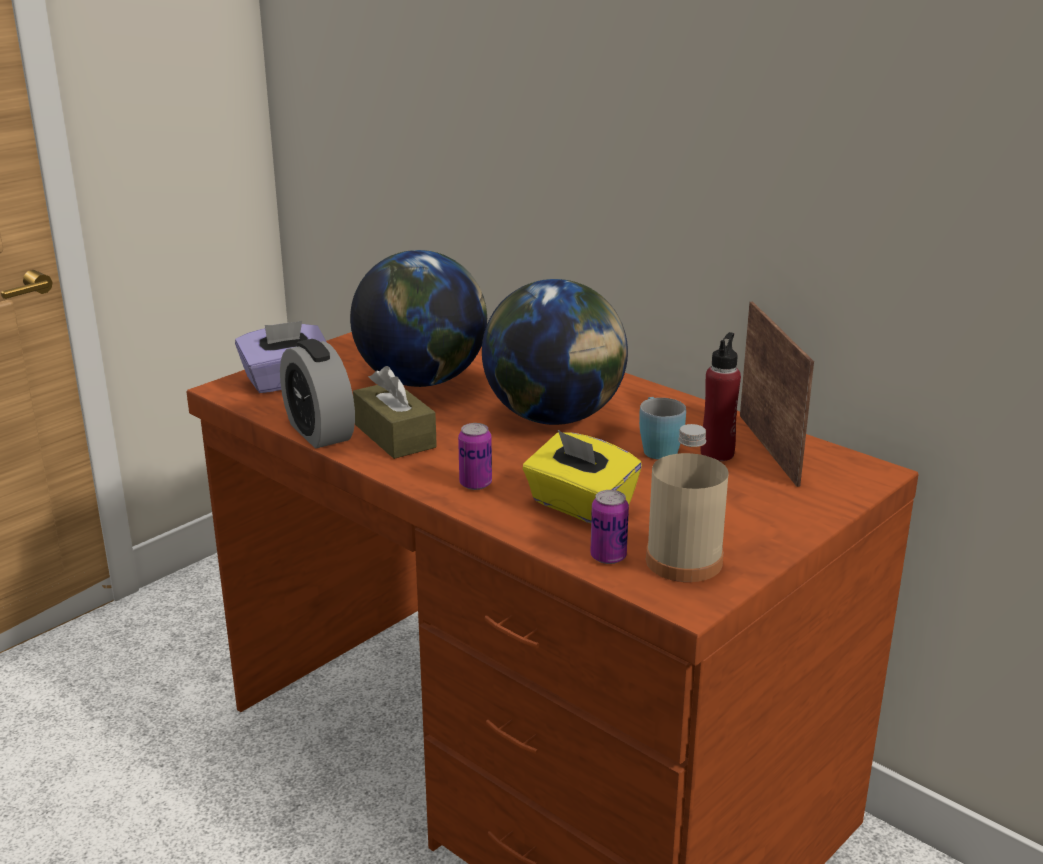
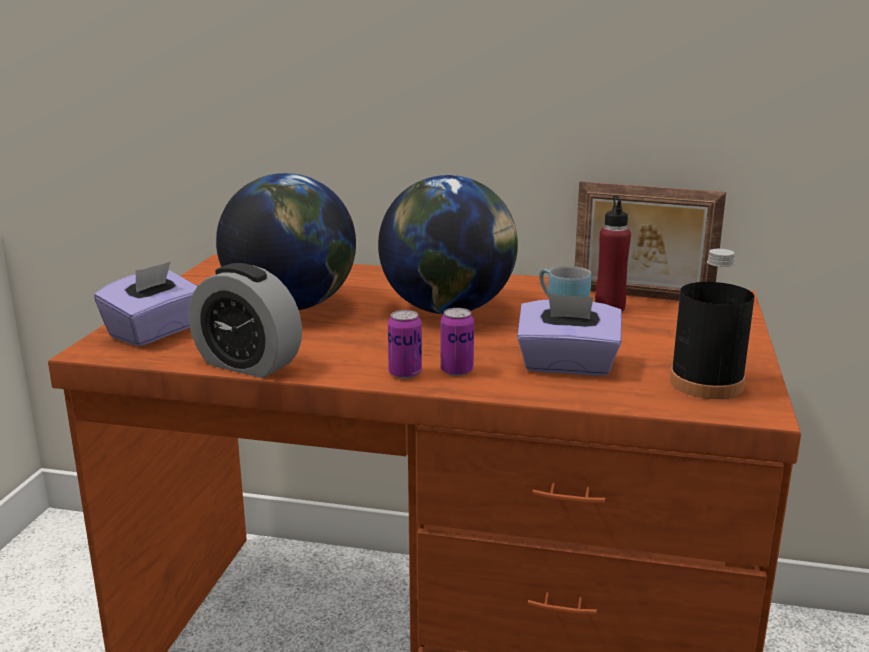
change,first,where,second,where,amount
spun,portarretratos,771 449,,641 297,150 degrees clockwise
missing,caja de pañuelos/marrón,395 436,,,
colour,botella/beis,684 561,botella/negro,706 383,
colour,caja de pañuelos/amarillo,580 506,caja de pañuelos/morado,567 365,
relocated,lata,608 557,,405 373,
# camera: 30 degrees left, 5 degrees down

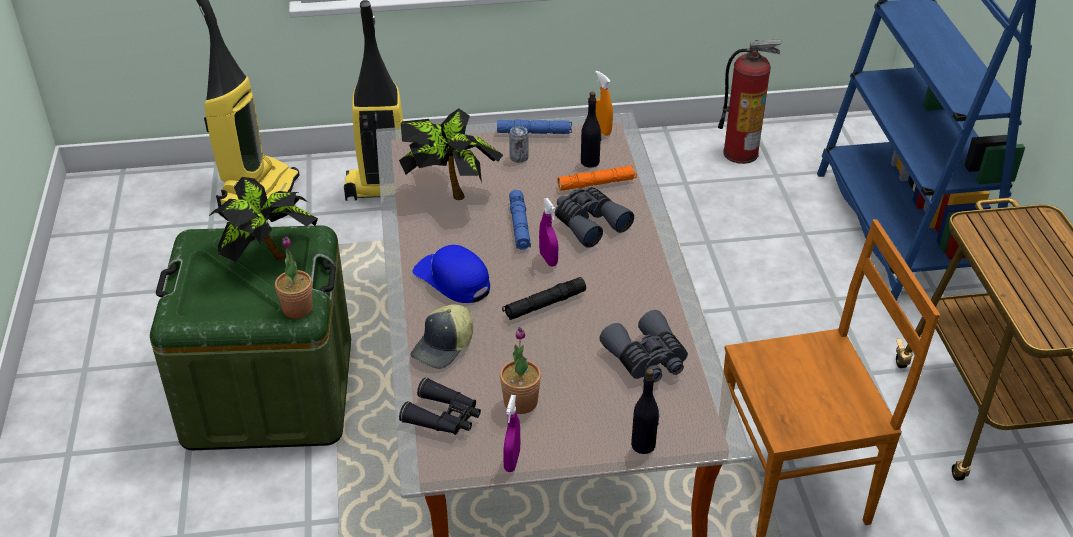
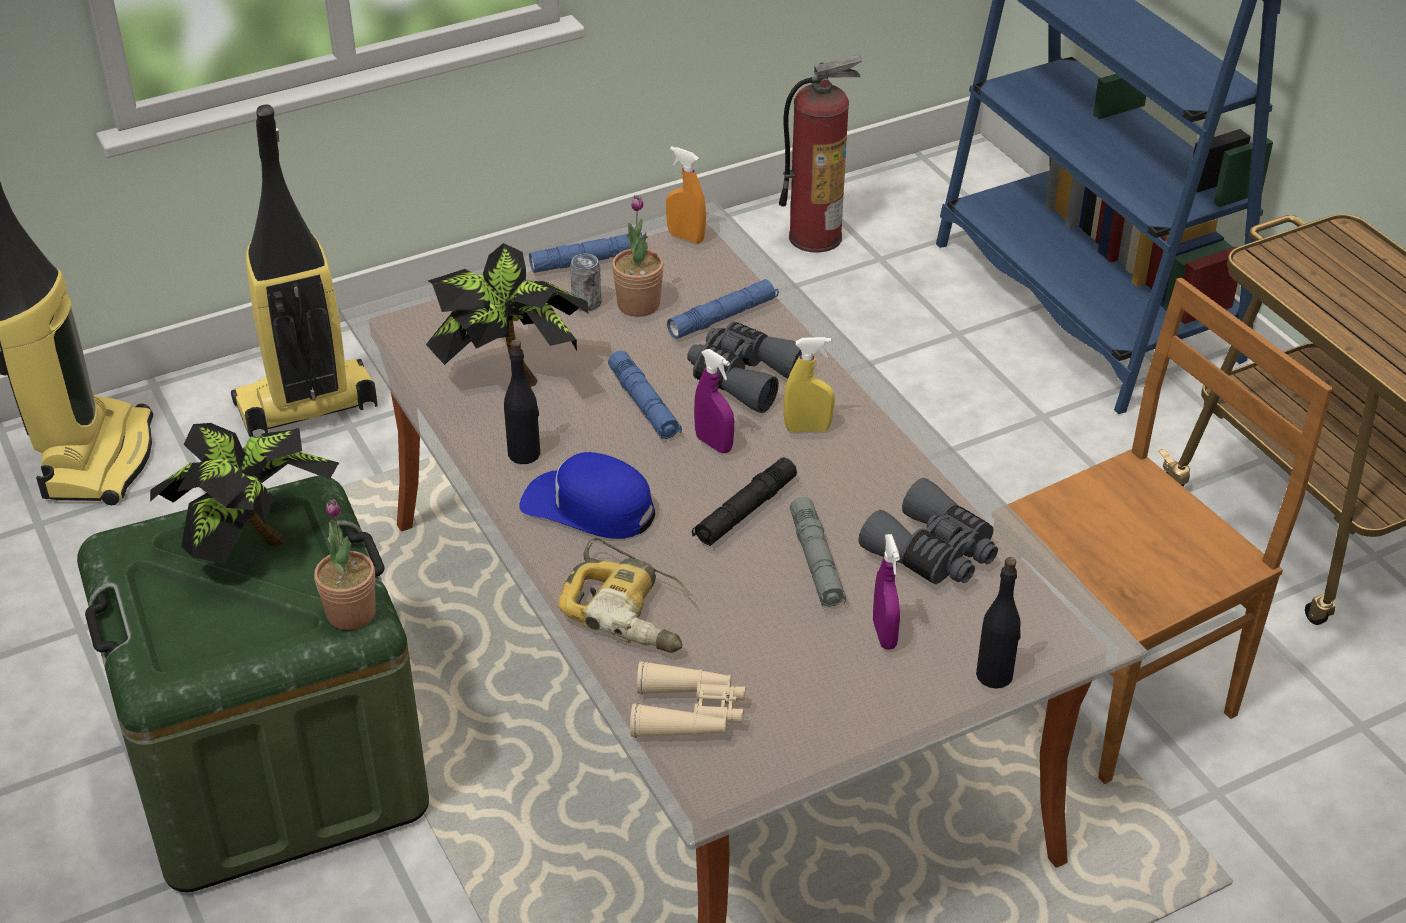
change,first,where,second,where,amount
relocated,botella/negro,590 162,,524 453,
colour,linterna/naranja,596 184,linterna/azul,723 317,
exchanged,gorra,444 346,taladro,631 610,
relocated,planta en maceta,520 402,,638 304,
colour,prismáticos/negro,444 417,prismáticos/beis,689 713,
relocated,pulverizador/morado,512 461,,884 634,
appeared,,,pulverizador/amarillo,807 429,
appeared,,,linterna/gris,816 562,
# camera: 20 degrees left, 0 degrees up

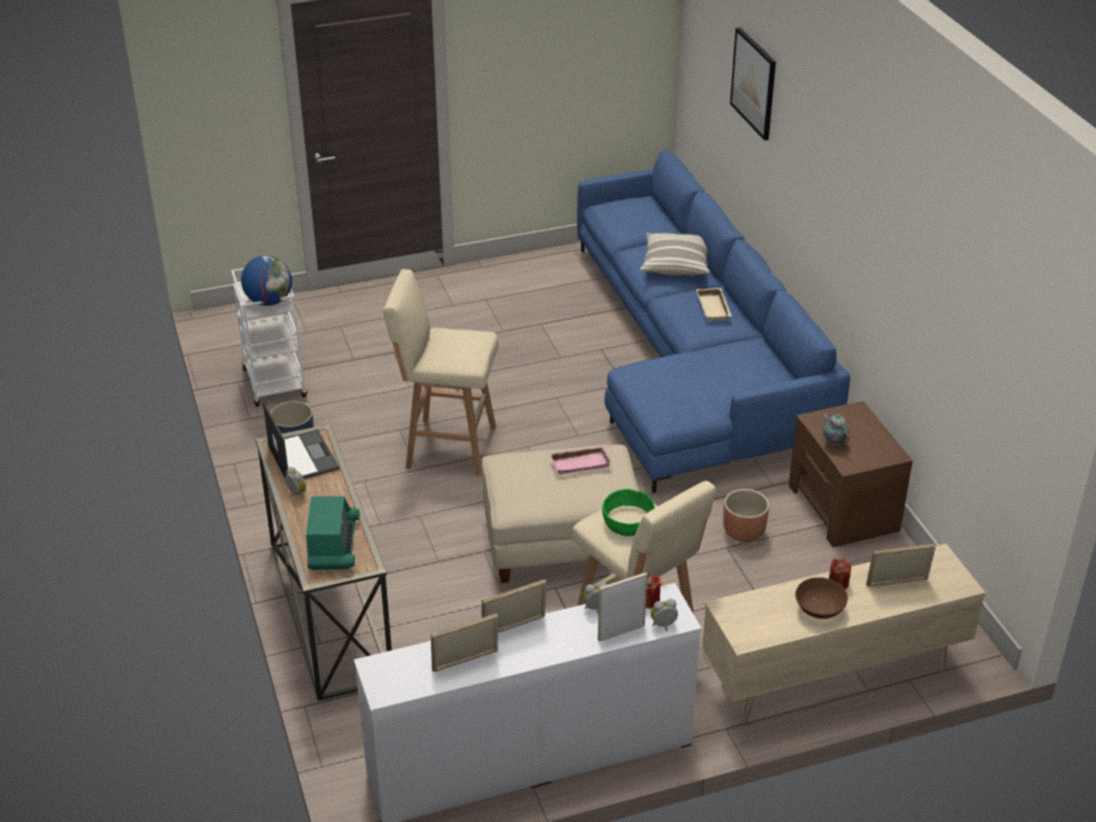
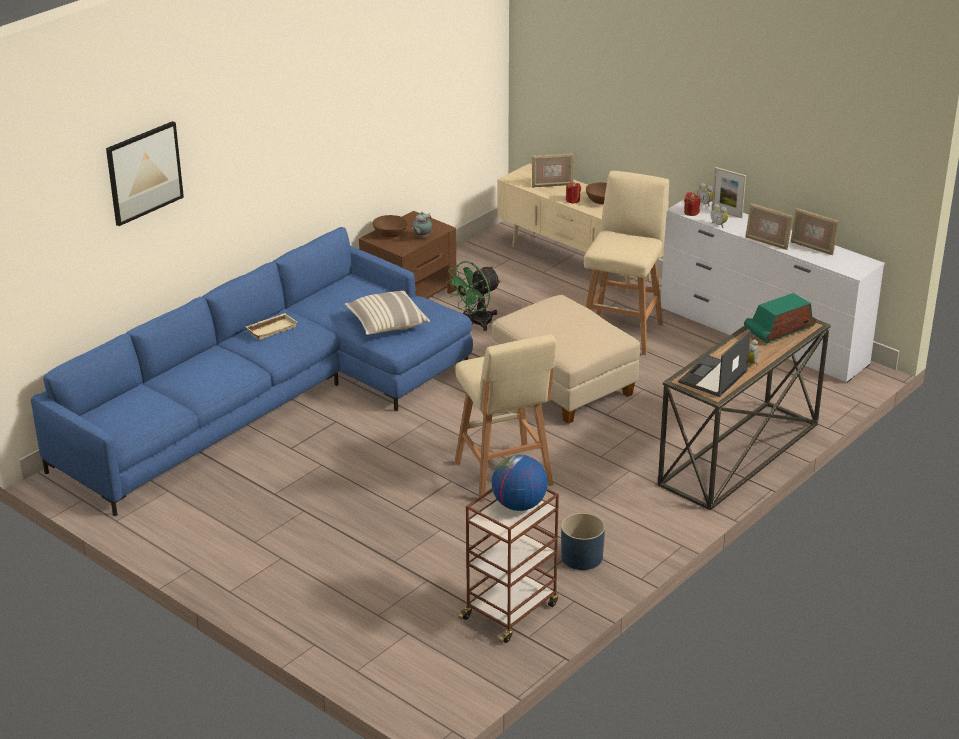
change,first,where,second,where,amount
relocated,cojín,675 264,,386 324,
colour,carrito/blanco,275 384,carrito/marrón,510 610,
missing,bandeja/rosa,580 462,,,
missing,cuenco/verde,628 521,,,
exchanged,maceta/marrón,743 533,ventilador/verde,476 322,
spun,portarretratos,897 584,,552 185,60 degrees counterclockwise
appeared,,,cuenco/marrón,390 234,
# camera: 120 degrees left, 5 degrees down

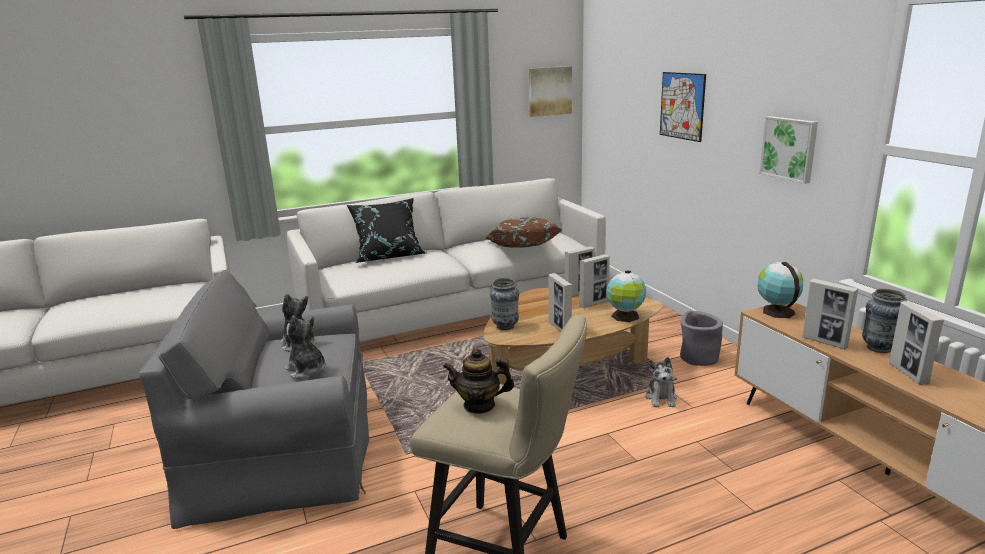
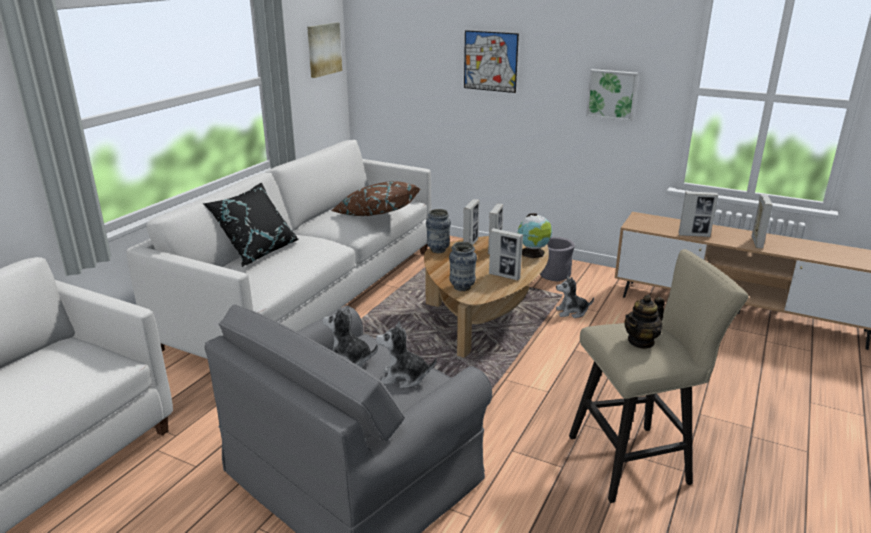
change,first,where,second,where,amount
missing,globo terráqueo,776 311,,,
relocated,florero,879 348,,438 250,
spun,portarretratos,908 373,,756 242,120 degrees counterclockwise
spun,peluche,661 398,,572 312,120 degrees clockwise
# camera: 40 degrees left, 5 degrees up

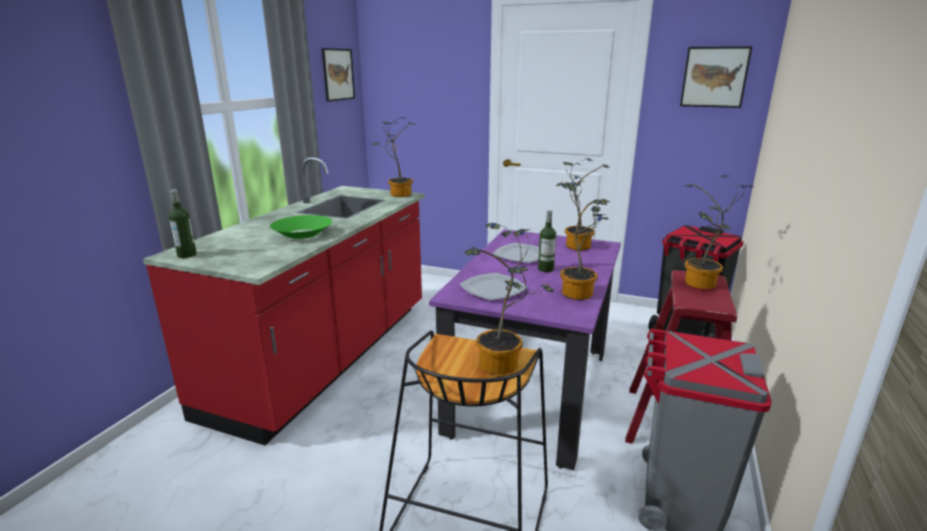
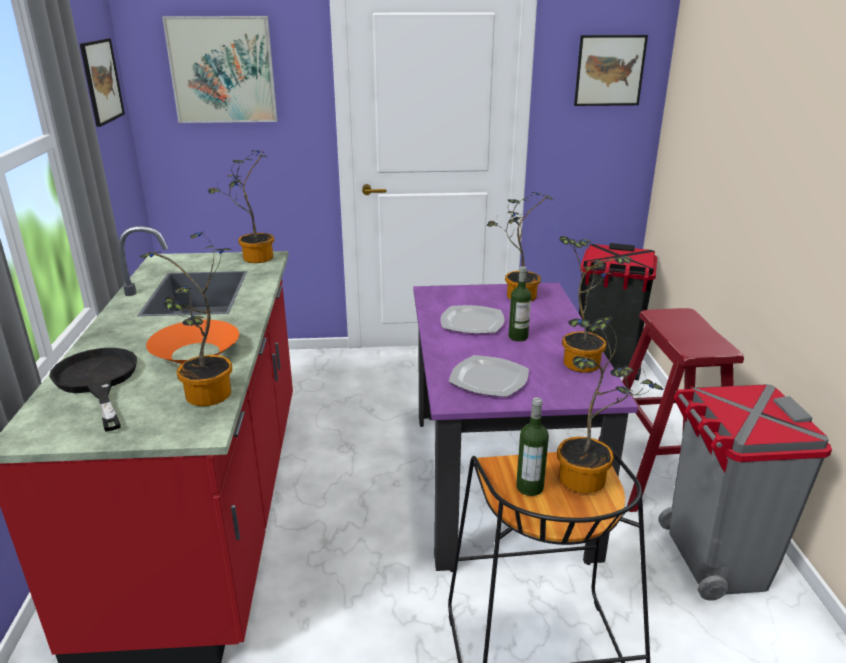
change,first,where,second,where,amount
relocated,planta en maceta,700 285,,207 398,
relocated,botella,187 255,,529 487,
colour,cuenco/verde,302 234,cuenco/naranja,195 353,
appeared,,,cuadro,222 70,
appeared,,,sartén/negro,98 381,
# camera: 25 degrees left, 5 degrees up

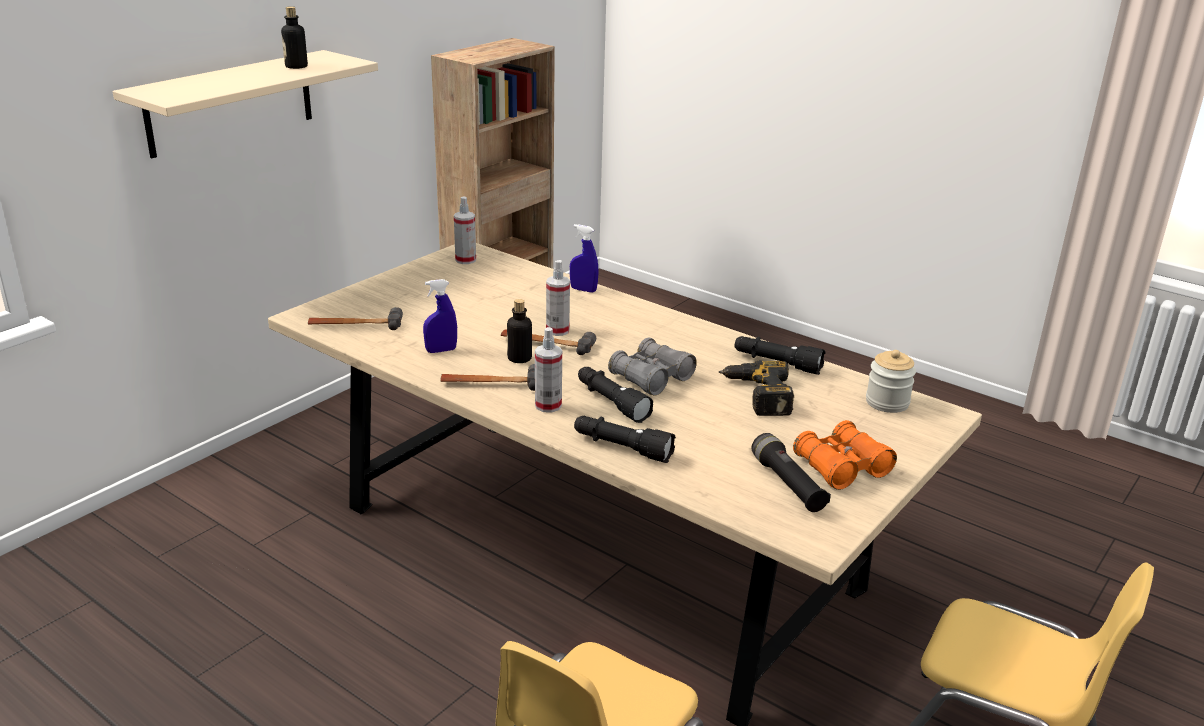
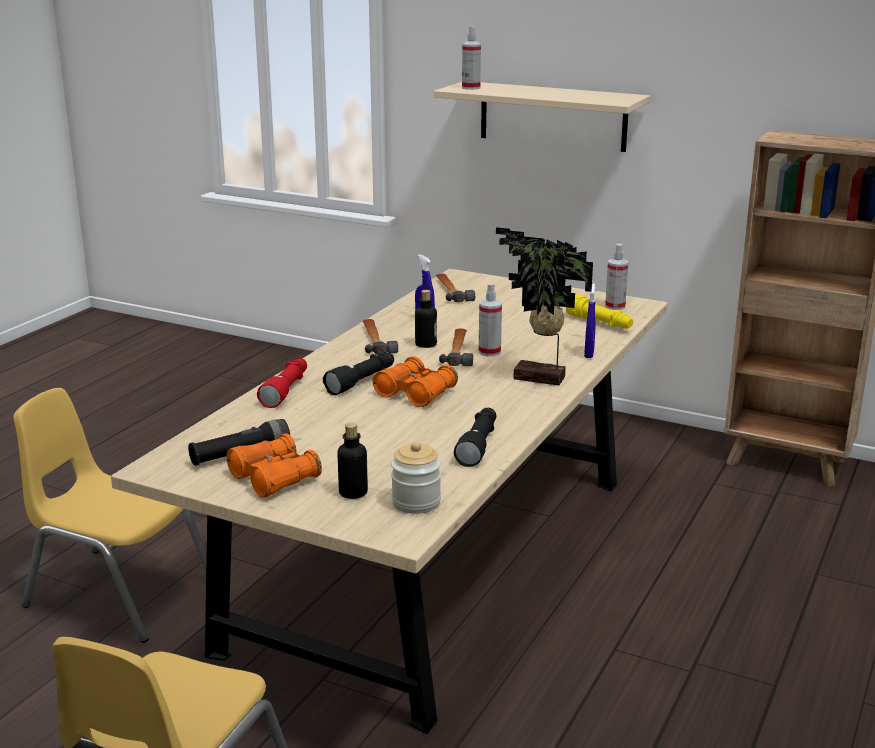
change,first,where,second,where,amount
relocated,botella,296 66,,353 492,
relocated,pulverizador,548 405,,471 88,
colour,prismáticos/gris,651 378,prismáticos/naranja,415 393,
missing,taladro,756 395,,,
colour,linterna/negro,622 448,linterna/rojo,286 390,
appeared,,,planta en maceta,539 380,
appeared,,,linterna/amarillo,600 323,
# camera: 80 degrees right, 5 degrees down

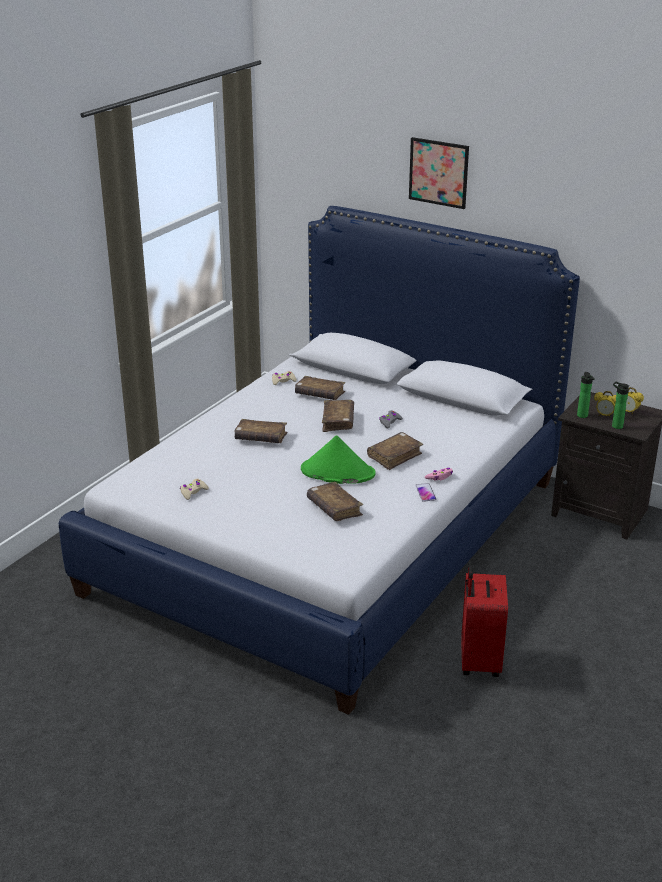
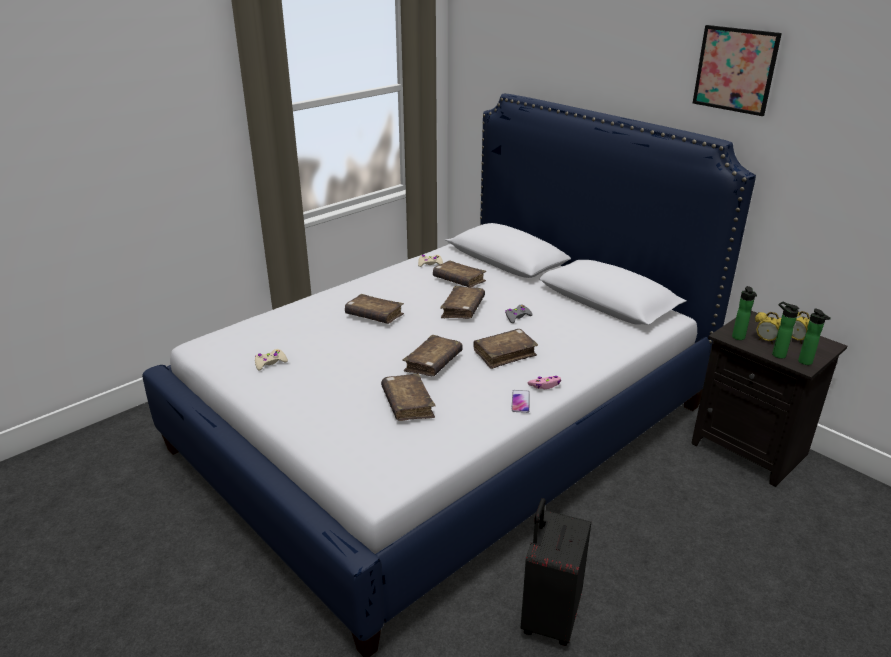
change,first,where,second,where,amount
relocated,cuadro,438 172,,735 70,
exchanged,sombrero/verde,337 472,libro/marrón,433 363,
colour,maleta/rojo,478 661,maleta/negro,549 617,
appeared,,,botella,806 363,
# camera: 15 degrees right, 0 degrees up

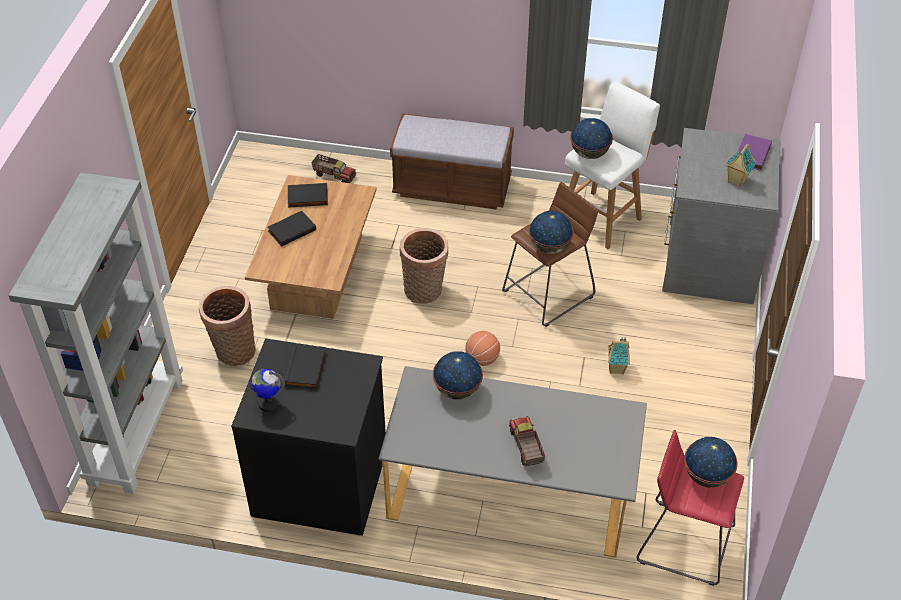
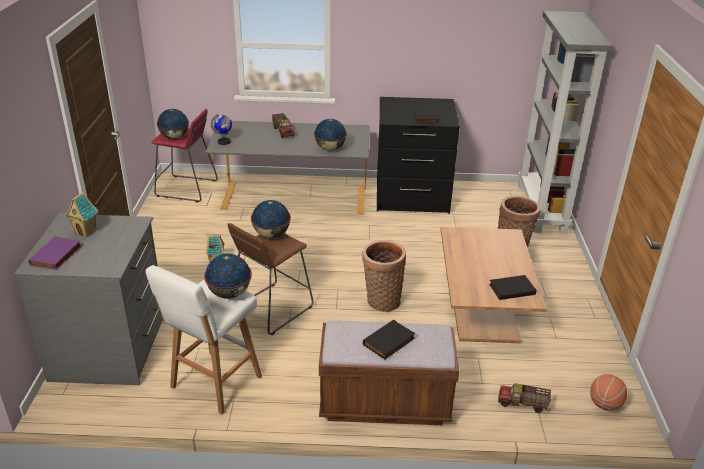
change,first,where,second,where,amount
relocated,libro/negro,291 230,,389 342,
relocated,balón de baloncesto,482 359,,604 404,
relocated,globo terráqueo,268 403,,224 142,
# camera: 170 degrees right, 15 degrees down

